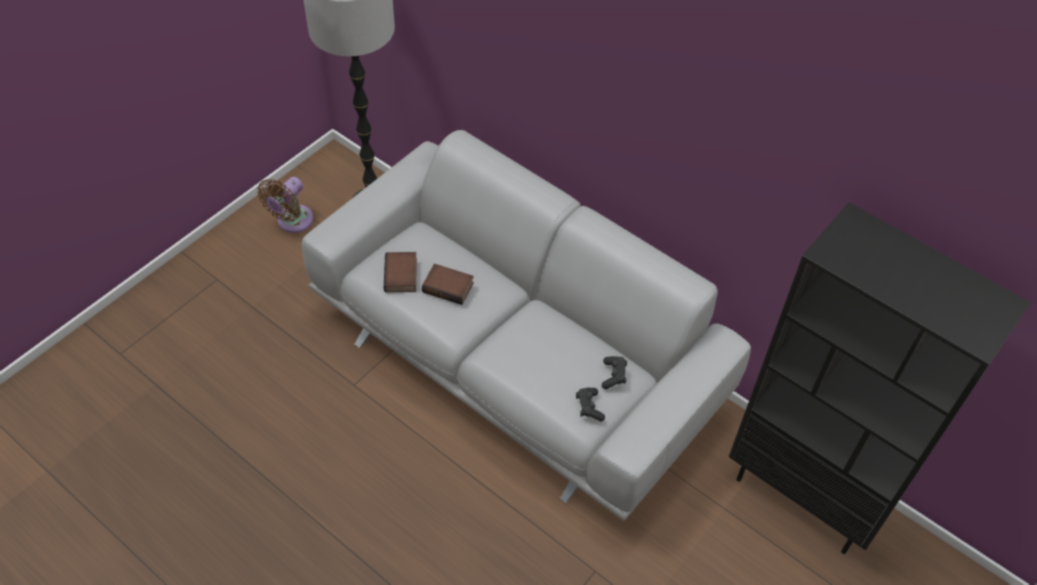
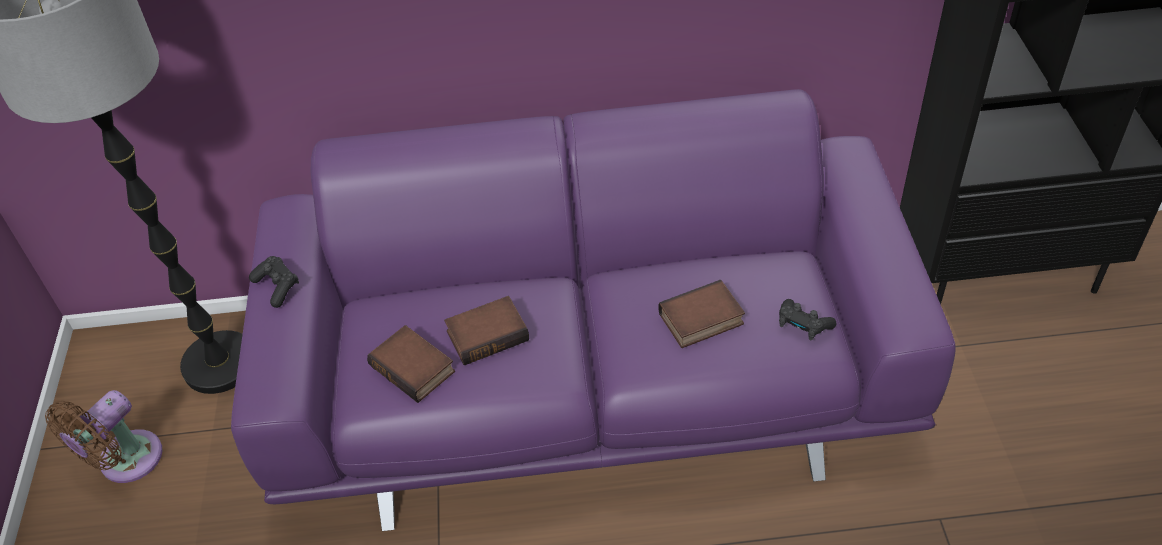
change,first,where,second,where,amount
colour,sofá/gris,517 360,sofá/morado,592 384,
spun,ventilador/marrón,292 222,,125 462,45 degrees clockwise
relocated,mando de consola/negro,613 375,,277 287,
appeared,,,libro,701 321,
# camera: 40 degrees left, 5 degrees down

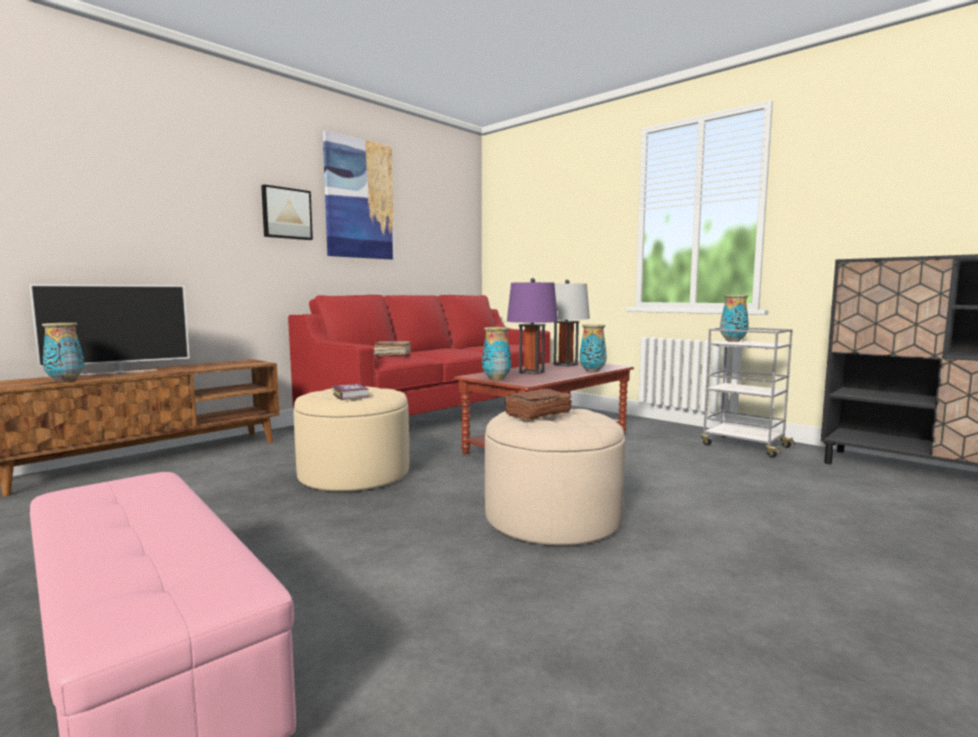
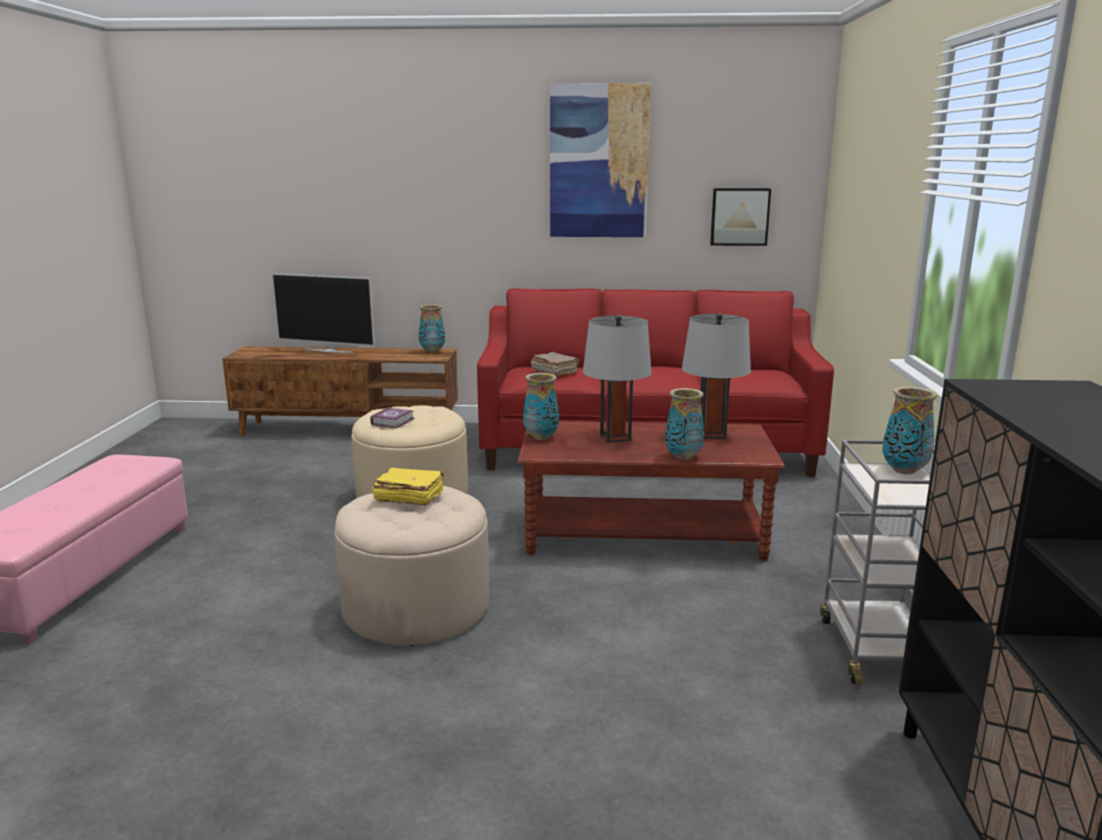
change,first,where,second,where,amount
relocated,cuadro,286 213,,739 216,
colour,lámpara de mesa/morado,531 372,lámpara de mesa/gris,615 437,
relocated,florero,66 380,,432 351,
colour,libro/marrón,537 415,libro/amarillo,408 498,
# camera: 50 degrees right, 10 degrees up

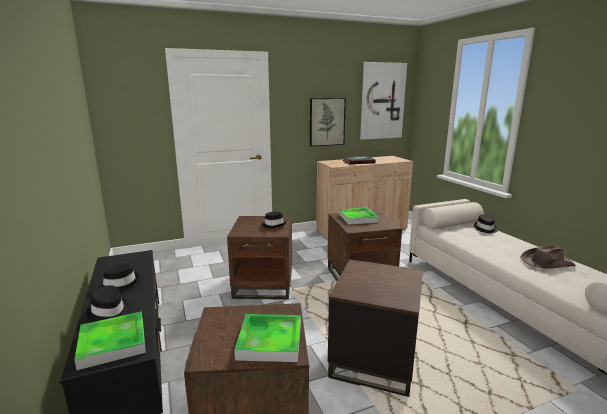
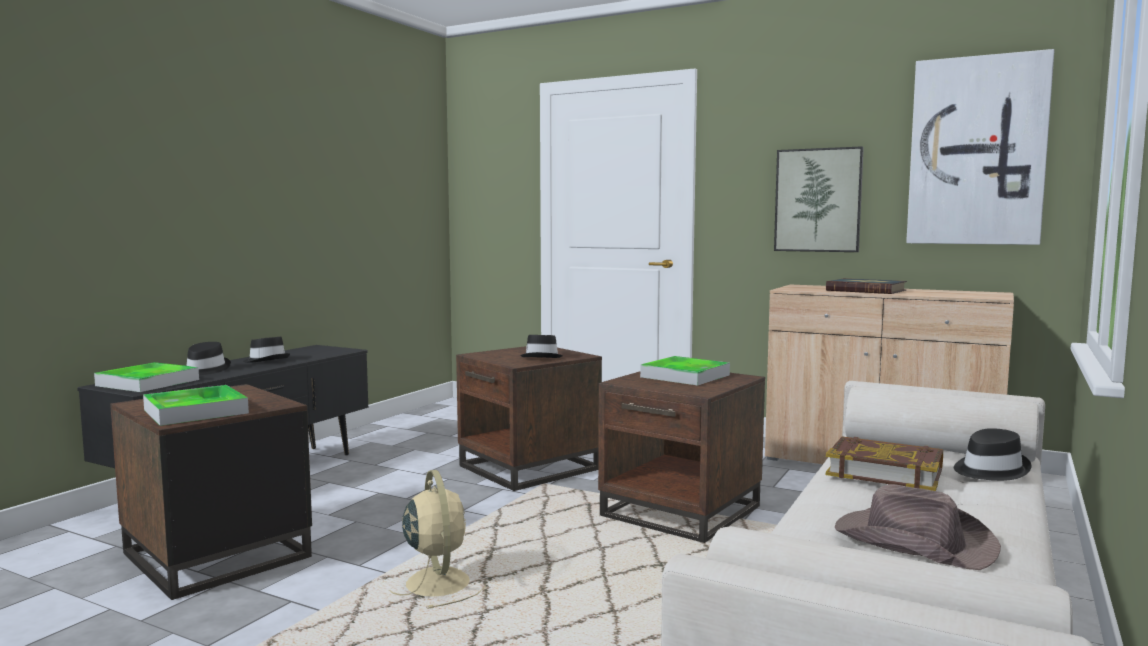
change,first,where,second,where,amount
exchanged,mesa auxiliar/marrón,373 359,ventilador/beis,437 582,
appeared,,,libro,884 471,
# camera: 50 degrees right, 10 degrees down

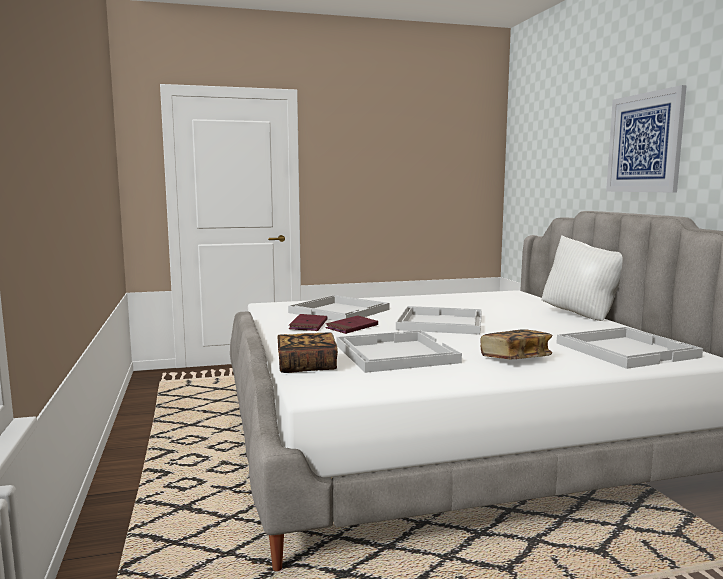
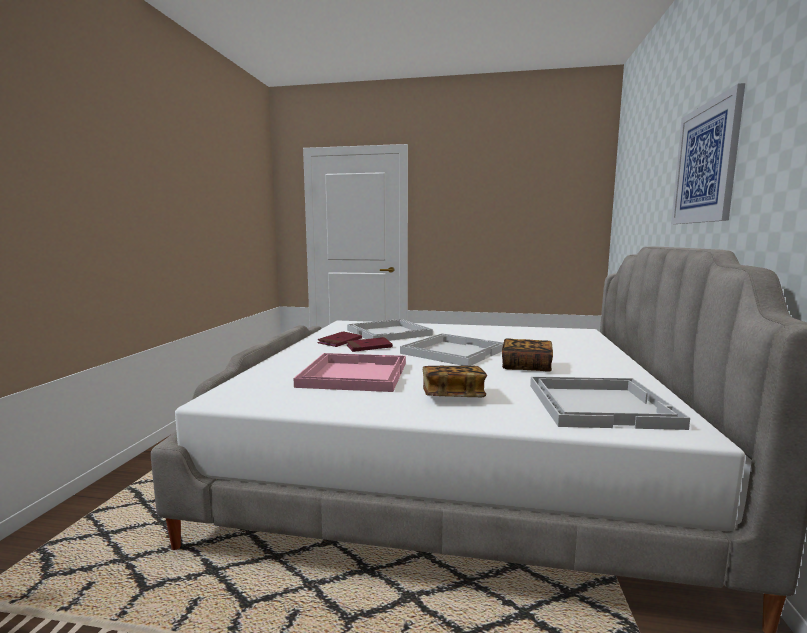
change,first,where,second,where,amount
missing,cojín/blanco,582 315,,,
colour,bandeja/blanco,394 353,bandeja/rosa,353 374,
relocated,libro,307 366,,526 366,
# camera: 25 degrees right, 0 degrees up

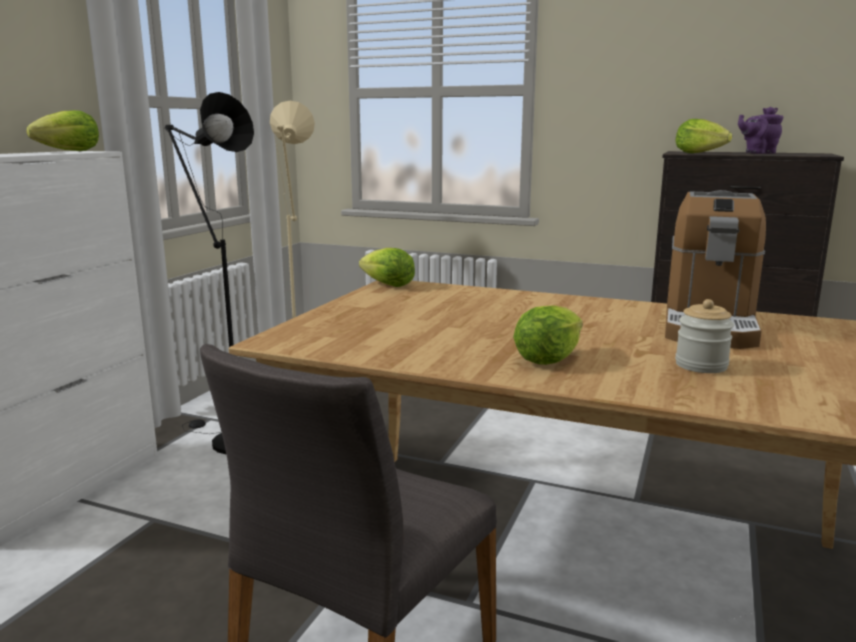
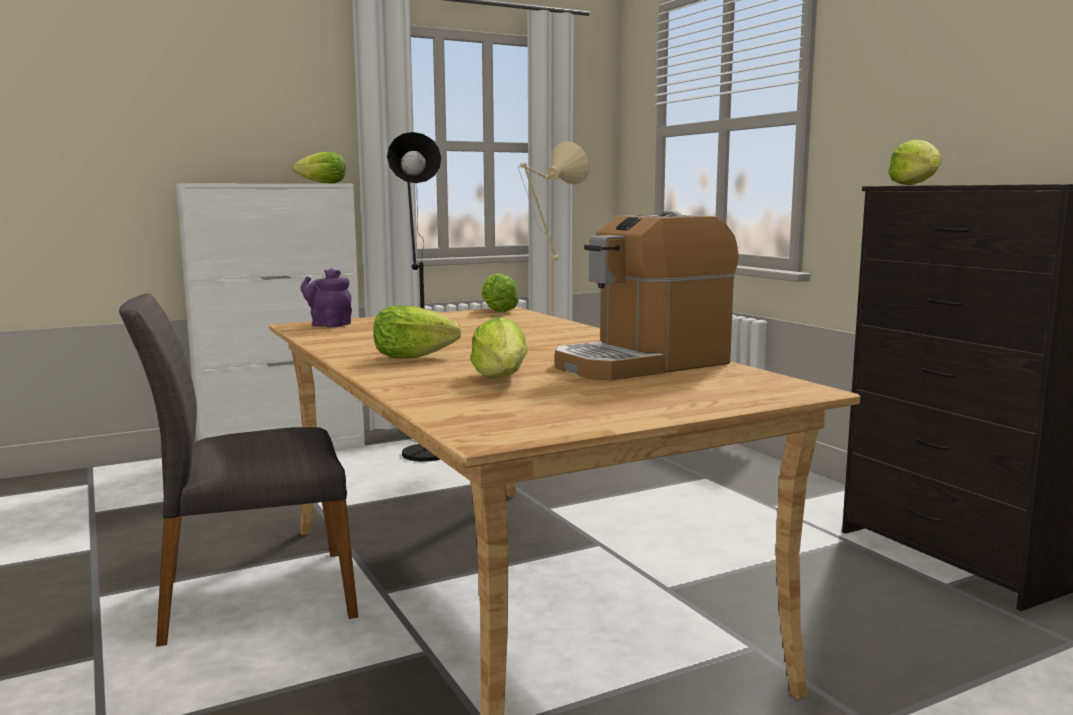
change,first,where,second,where,amount
relocated,tetera/morado,758 153,,328 324,
exchanged,tarro,701 365,lechuga,501 379,
# camera: 40 degrees right, 5 degrees down

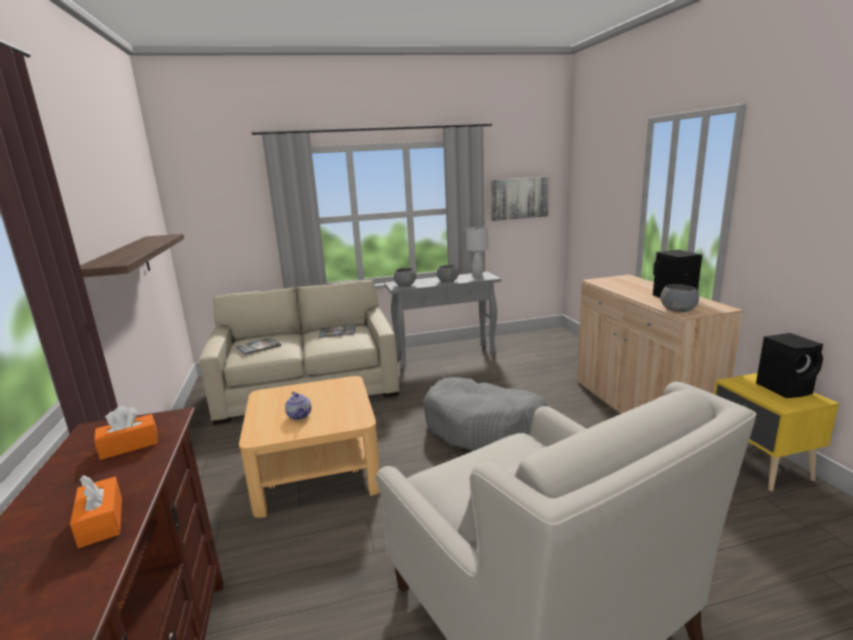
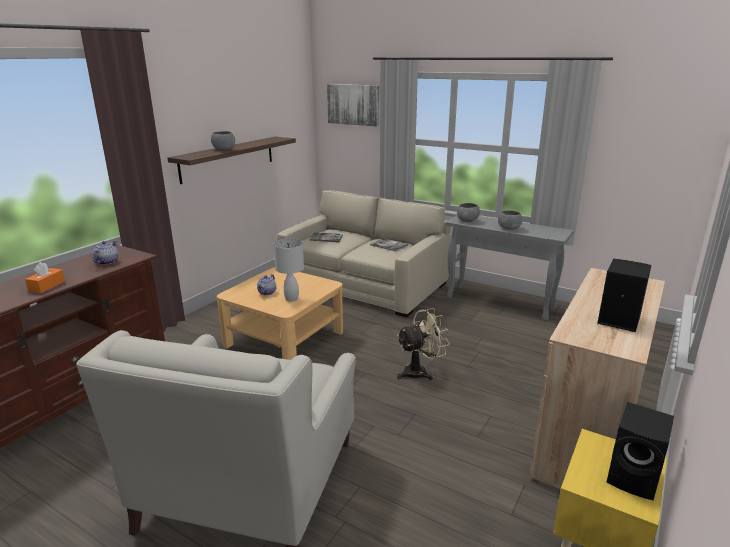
change,first,where,second,where,amount
relocated,cuadro,519 198,,353 104,
relocated,lámpara de mesa/blanco,477 275,,291 299,
relocated,cuenco/gris,678 310,,224 150,
exchanged,cama para perro/gris,484 428,ventilador/beis,420 372,
exchanged,caja de pañuelos/naranja,129 445,tetera,107 262,
# camera: 45 degrees right, 5 degrees up

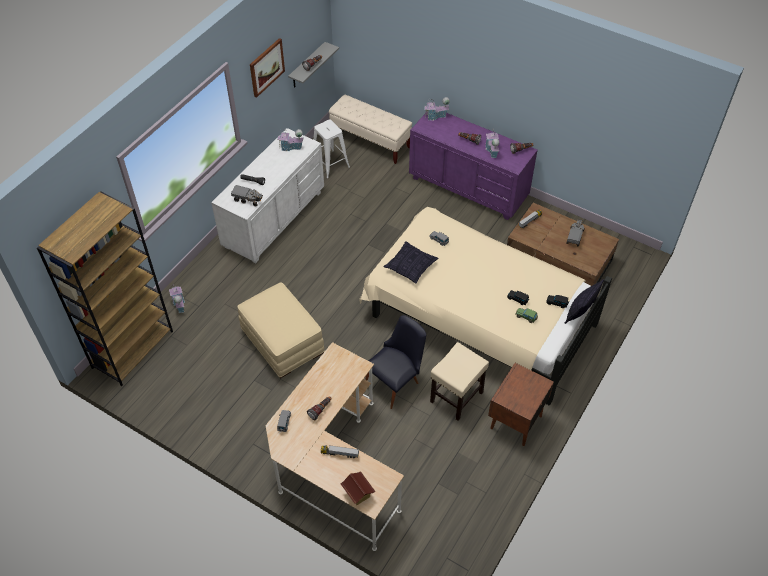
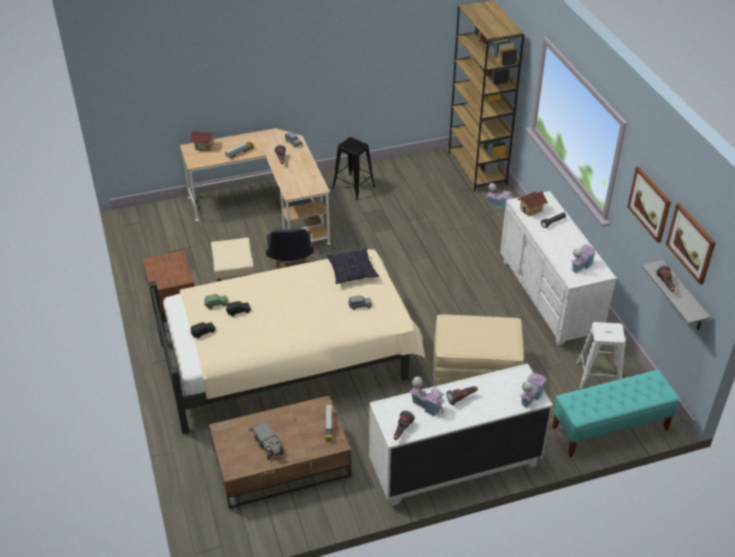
change,first,where,second,where,amount
colour,banco/beis,370 142,banco/turquesa,609 429,
colour,cómoda/morado,468 188,cómoda/blanco,455 464,
exchanged,camión de juguete,248 199,casita,531 210,
missing,cojín,580 313,,,
relocated,puf/beis,282 341,,476 368,
appeared,,,taburete/negro,353 187,
appeared,,,cuadro,691 243,
# camera: 130 degrees right, 10 degrees down

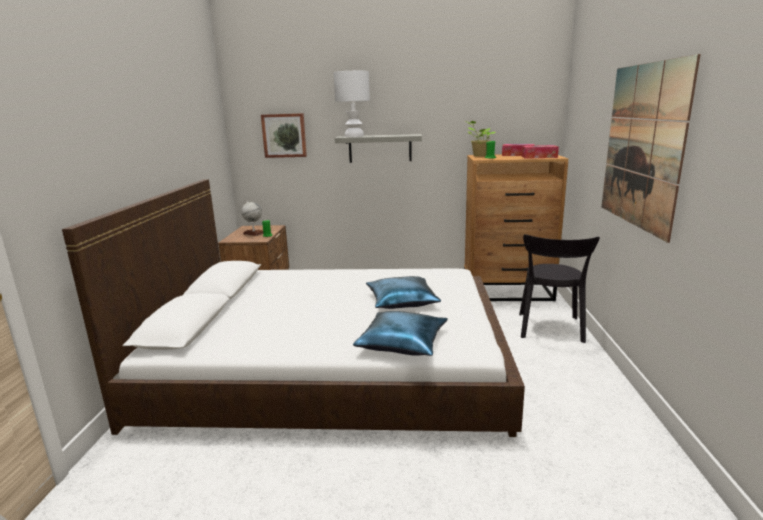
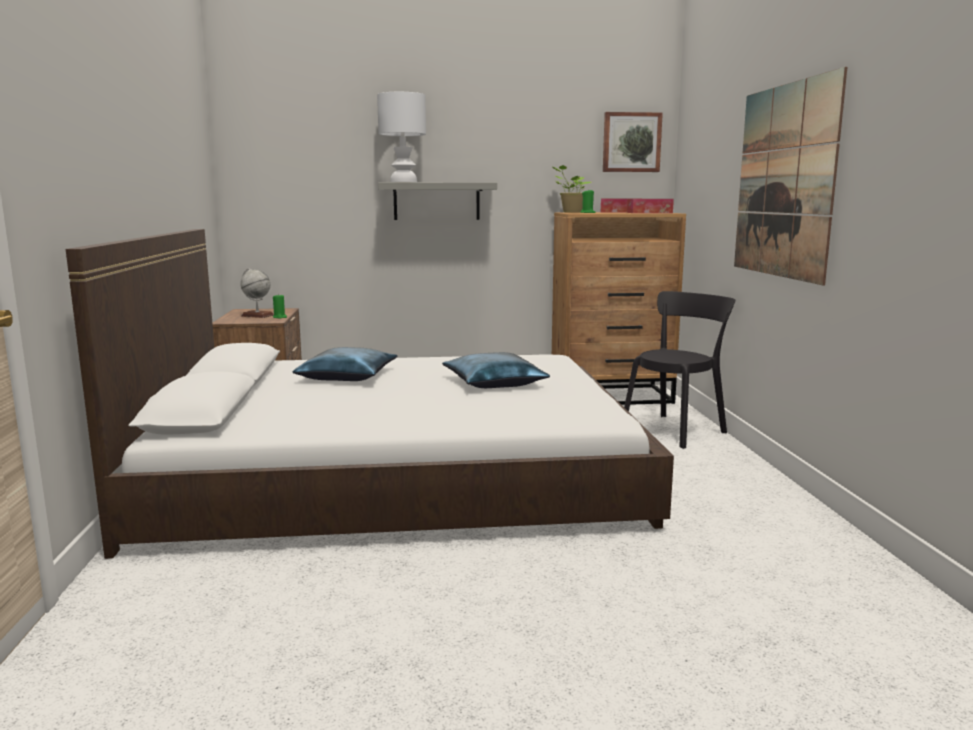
change,first,where,second,where,amount
relocated,cuadro,284 135,,631 142,
spun,silla/negro,550 329,,676 430,135 degrees counterclockwise
relocated,cojín/azul,402 342,,347 376,
# camera: 10 degrees left, 5 degrees down

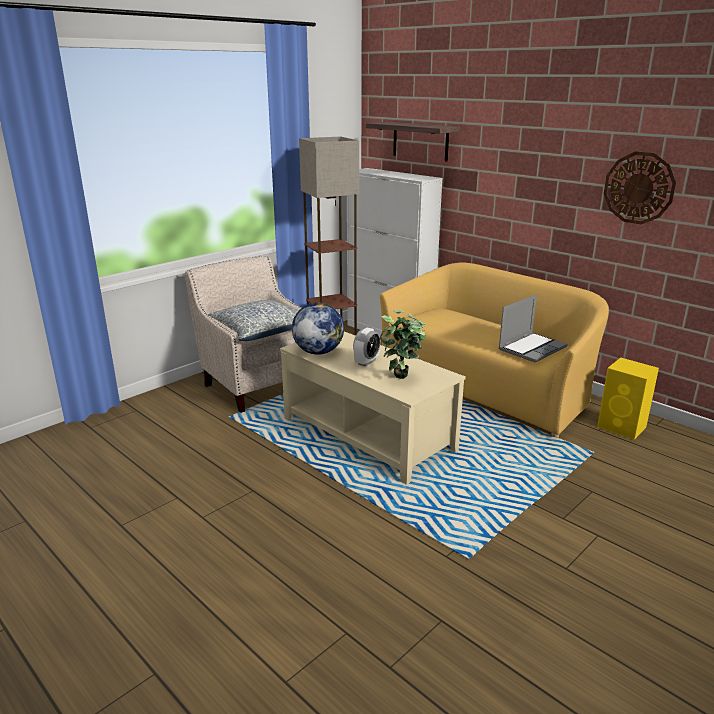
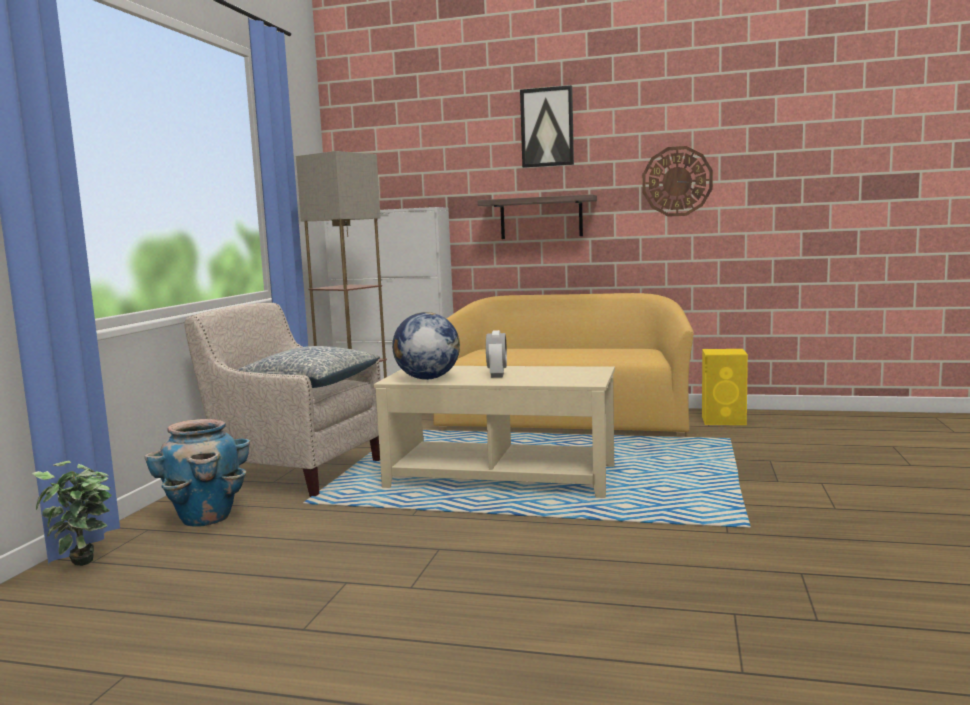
change,first,where,second,where,amount
relocated,estante,420 141,,541 218,
missing,portátil,532 348,,,
relocated,planta en maceta,402 380,,85 567,
appeared,,,cuadro,547 127,
appeared,,,maceta,206 518,
# camera: 30 degrees left, 15 degrees down

